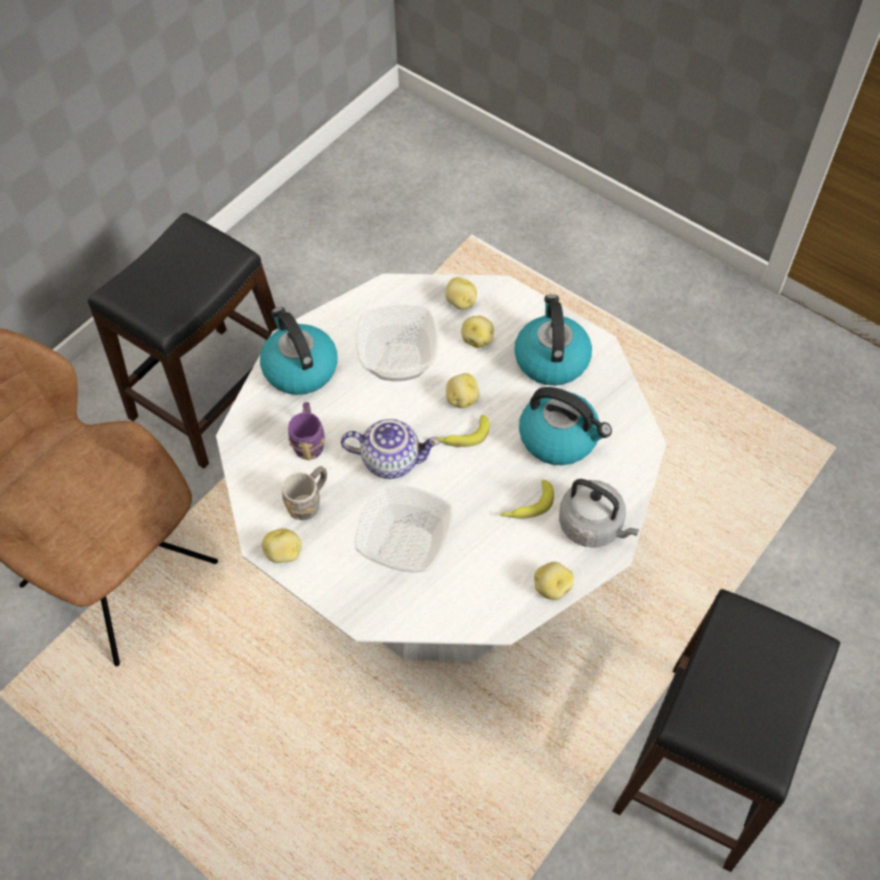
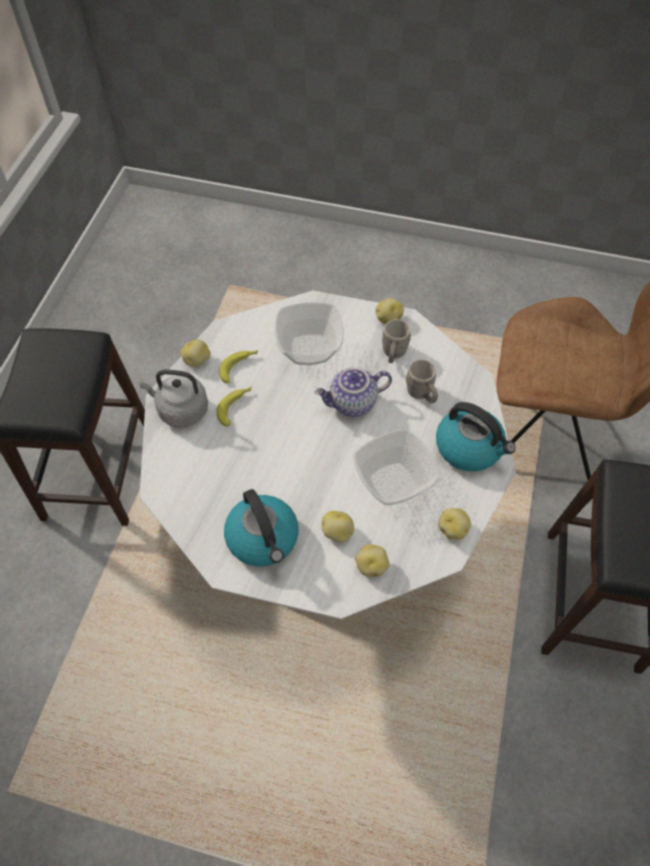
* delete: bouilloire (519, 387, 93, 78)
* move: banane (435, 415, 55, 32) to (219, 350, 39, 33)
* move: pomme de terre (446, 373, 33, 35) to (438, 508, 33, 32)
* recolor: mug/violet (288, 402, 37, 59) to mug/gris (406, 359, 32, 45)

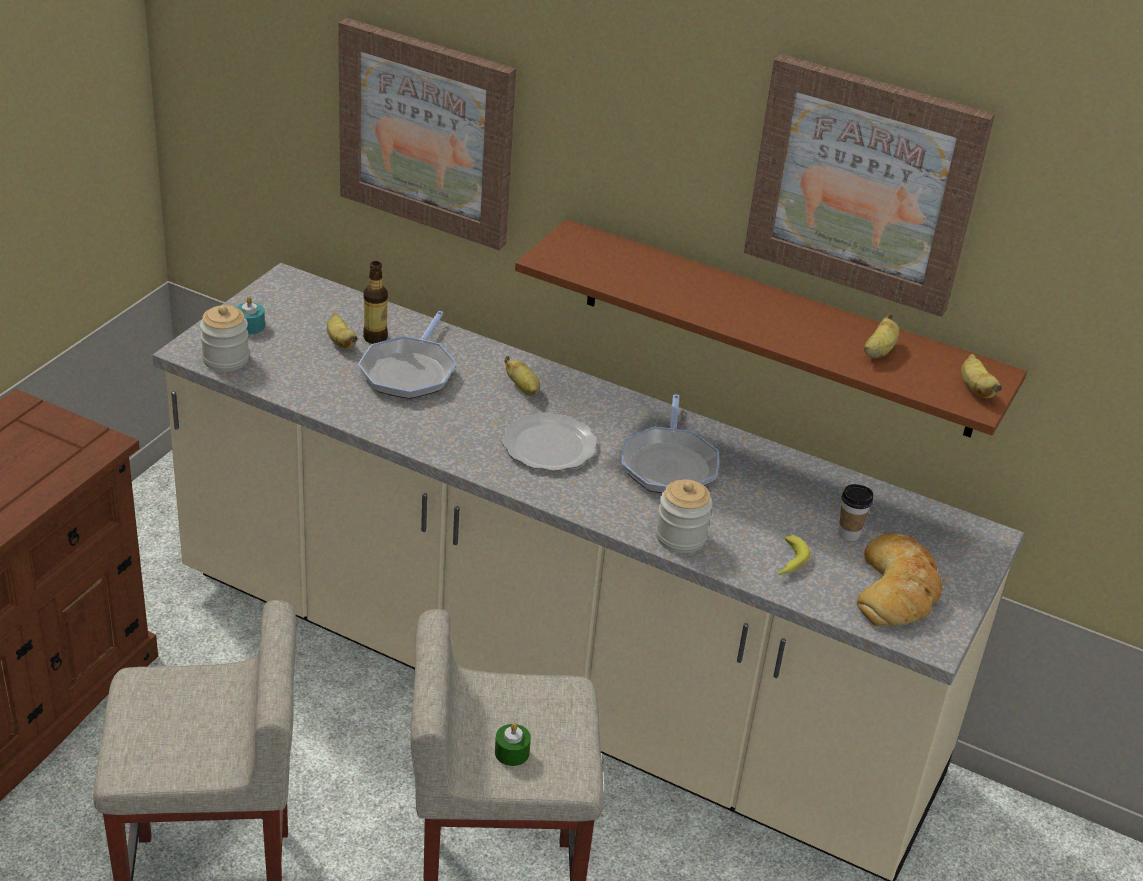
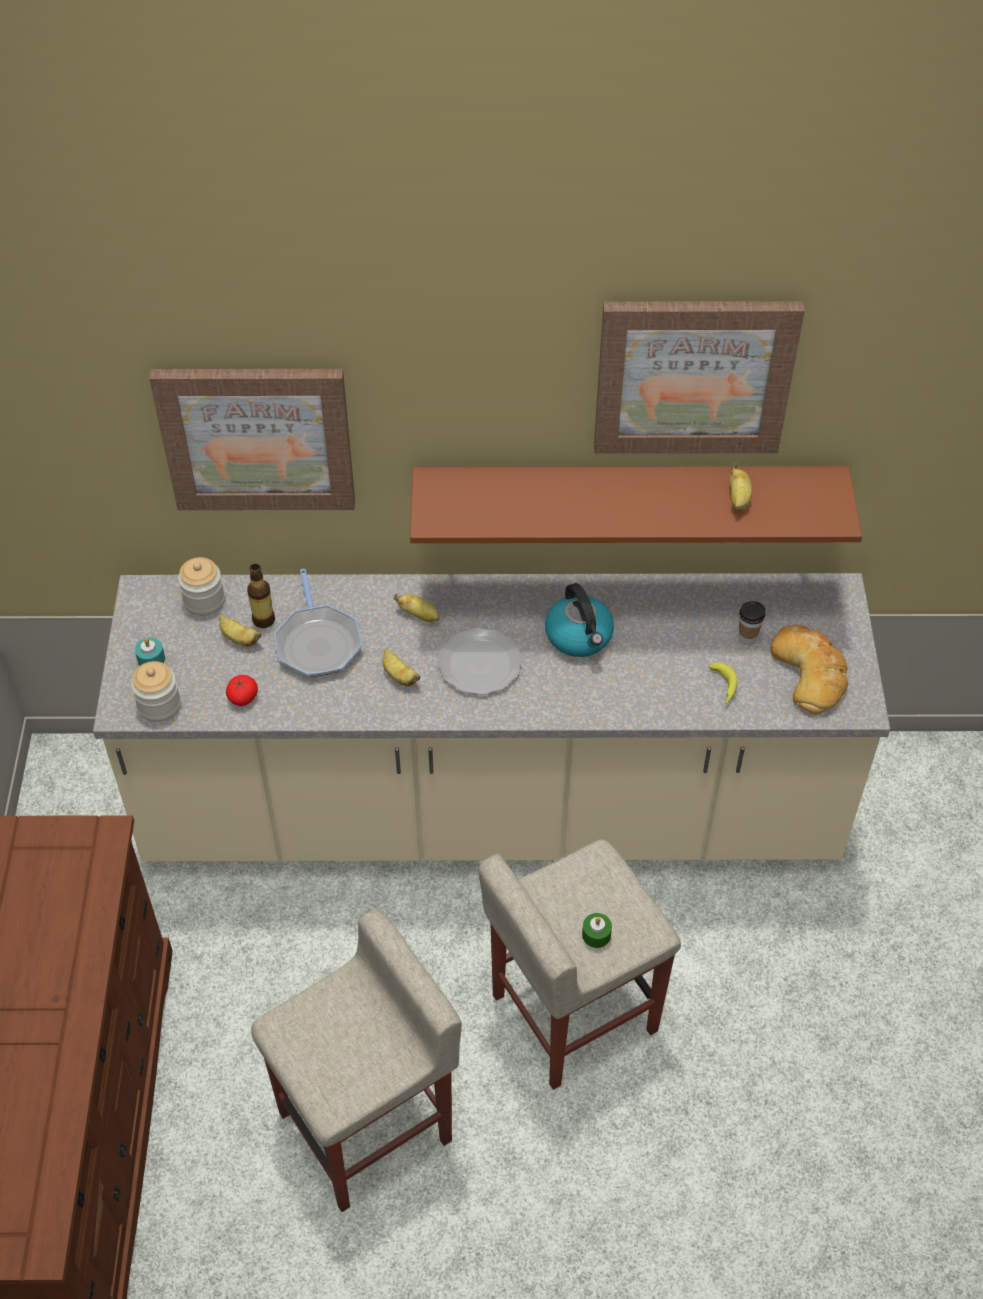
* insert: tomate (226, 675, 32, 31)
* move: bocal (656, 479, 56, 74) to (178, 557, 47, 59)
* move: banane (961, 354, 41, 44) to (382, 648, 38, 38)
* replace: poêle (621, 394, 98, 99) to bouilloire (545, 583, 69, 74)

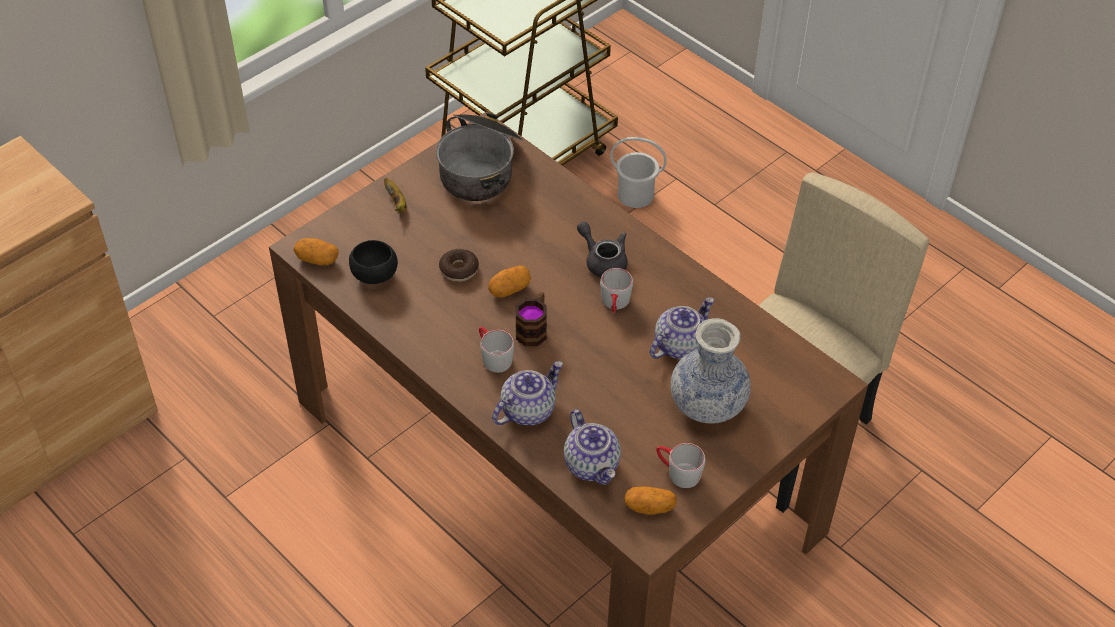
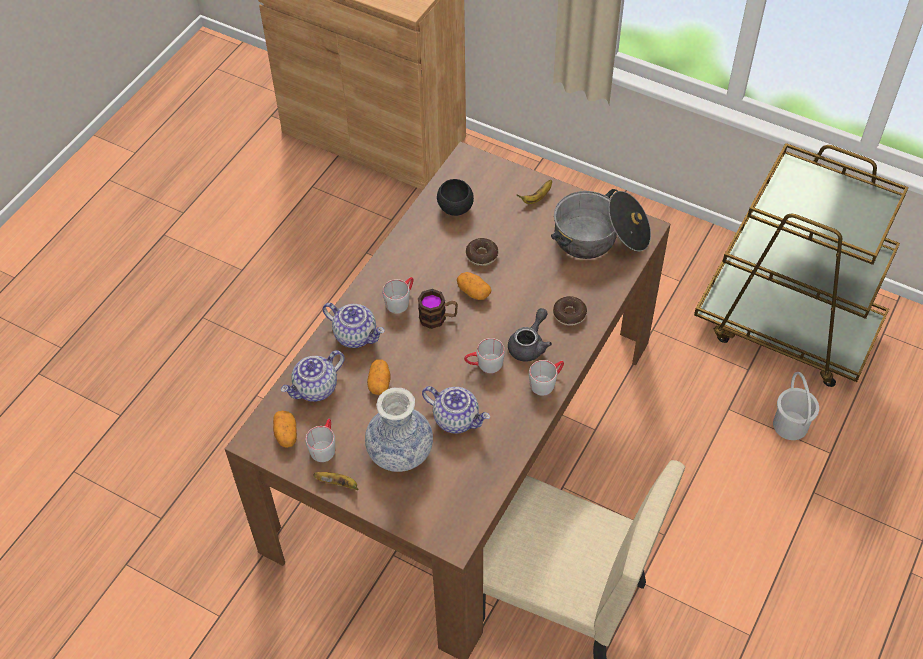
* insert: banane (314, 472, 44, 18)
* insert: mug/gris (529, 360, 35, 36)
* insert: beignet (553, 296, 34, 30)
* move: pomme de terre (293, 238, 46, 27) to (367, 359, 24, 36)

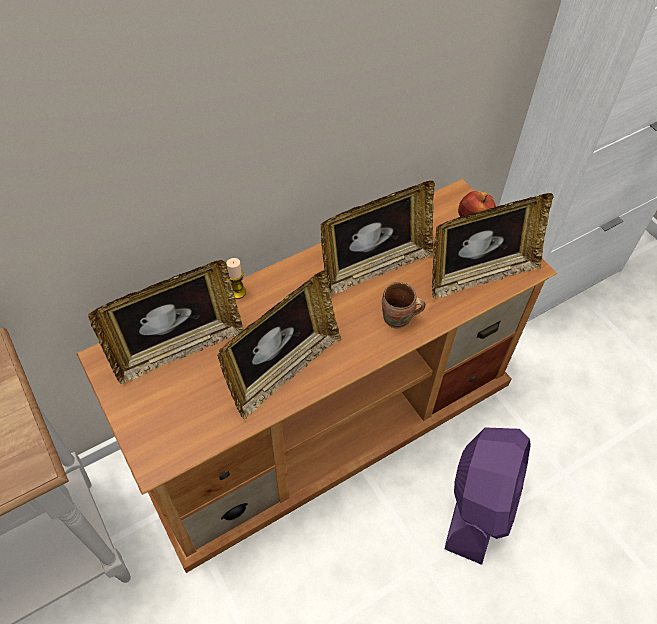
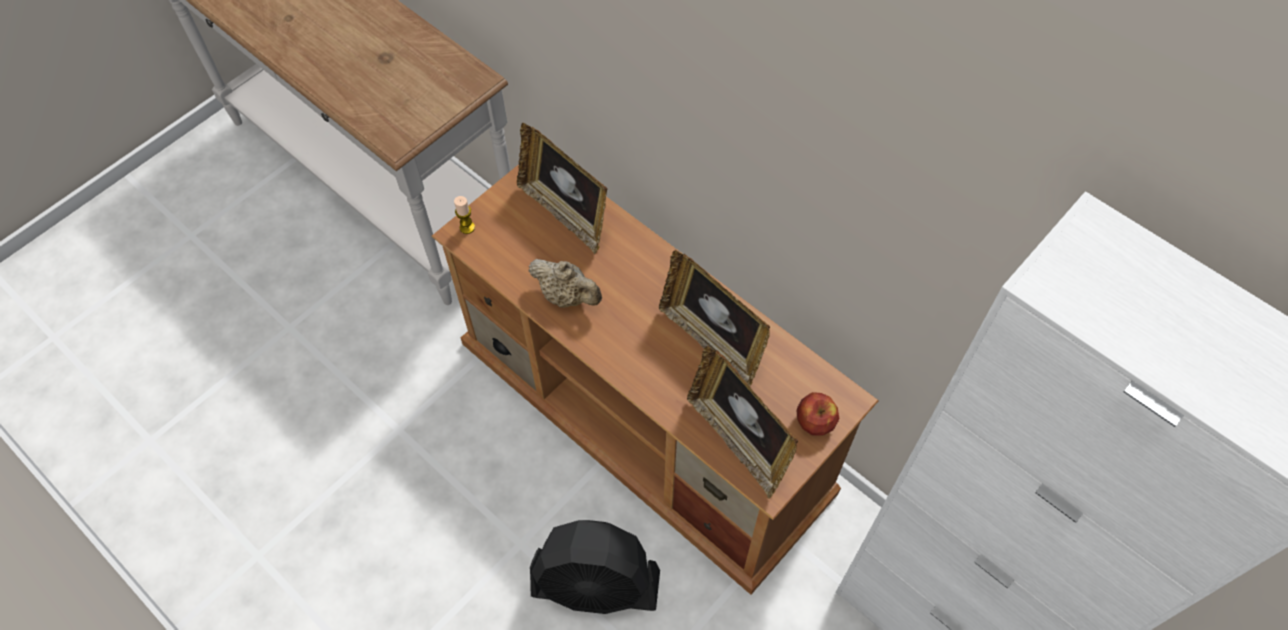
* delete: mug/marron (382, 282, 43, 46)
* move: bougie (226, 258, 20, 41) to (454, 196, 21, 38)
* replace: cadre photo (217, 270, 124, 149) to théière/beige (528, 259, 74, 48)
* recolor: ventilateur/violet (445, 427, 86, 138) to ventilateur/noir (530, 520, 130, 94)

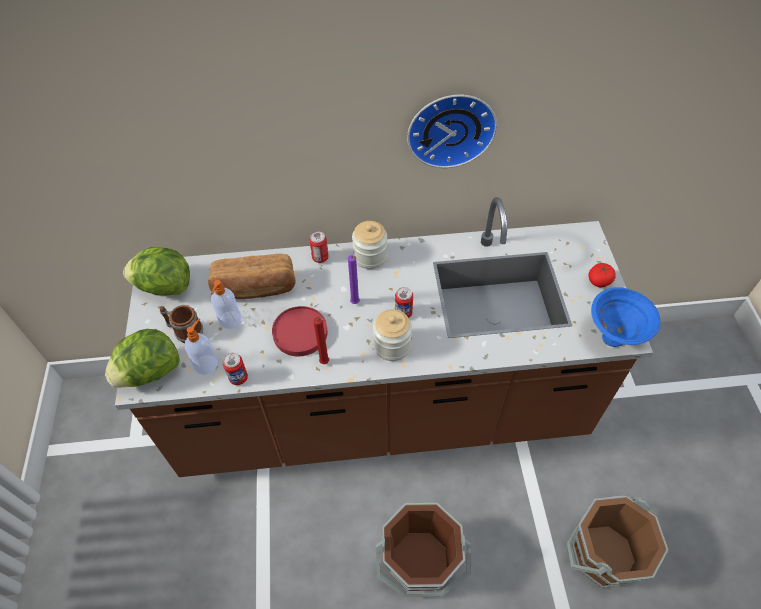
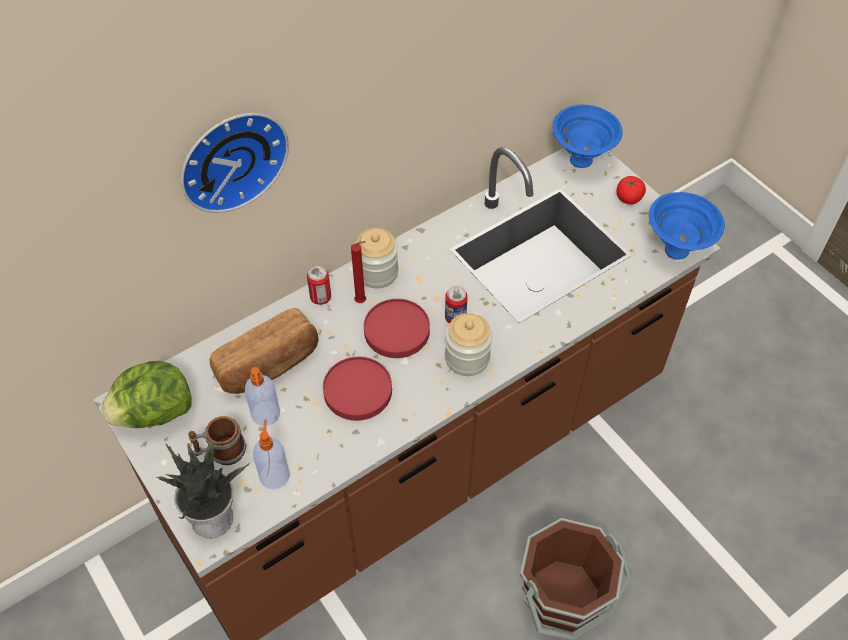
* delete: boîte métallique (223, 353, 25, 32)
* delete: seau/marron (567, 496, 101, 92)
* insert: bol/bleu (552, 105, 70, 63)
* move: bougie/rouge (314, 317, 15, 47) to (351, 241, 15, 62)
* move: horloge murale (407, 95, 90, 73) to (181, 113, 108, 100)
* replace: laitue (105, 329, 75, 59) to plante en pot (157, 442, 93, 96)
* replace: bougie/violet (348, 255, 12, 49) to assiette/rouge (364, 299, 66, 59)

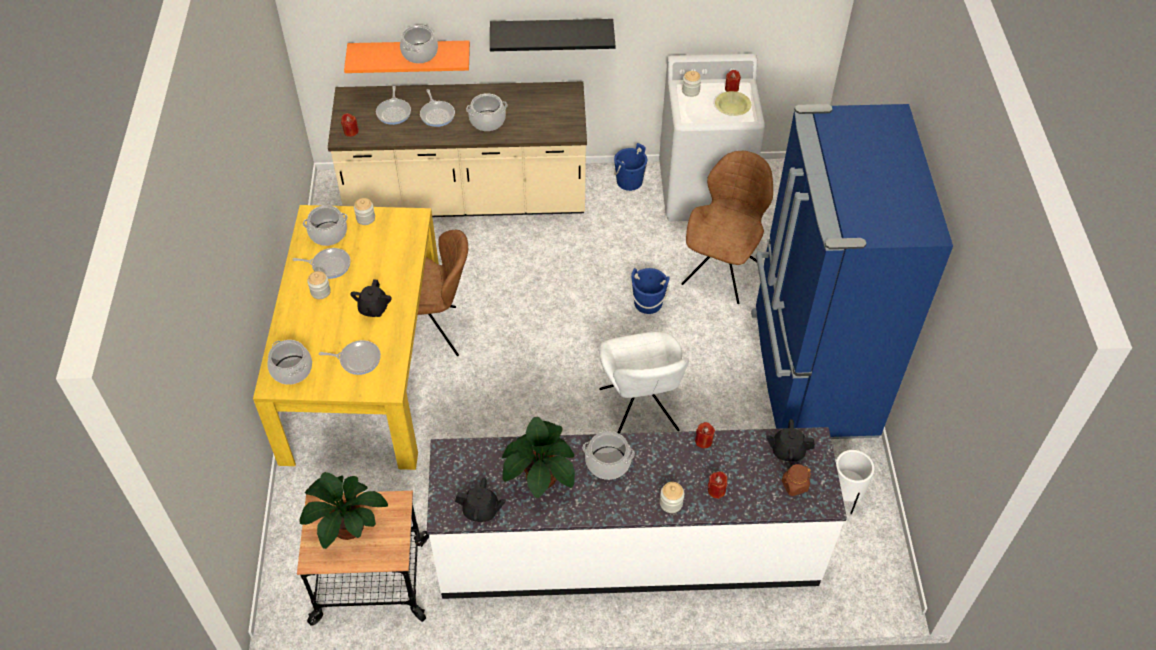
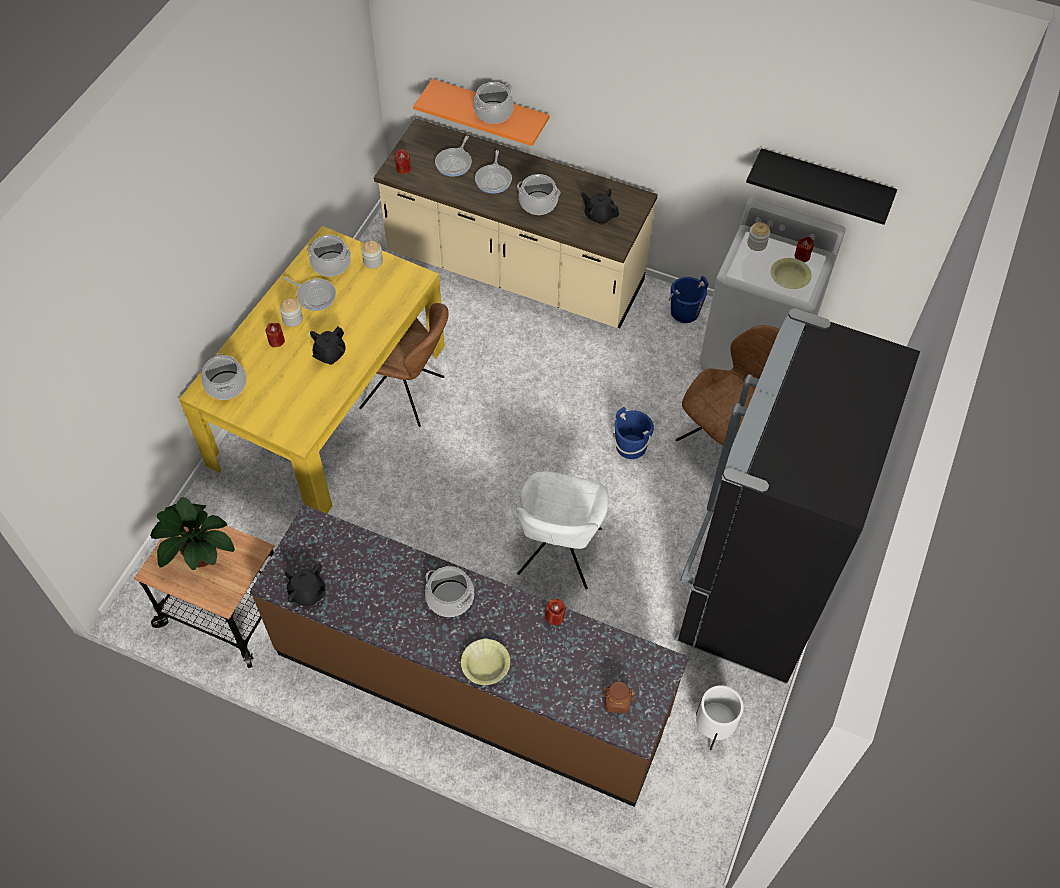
* delete: poêle (319, 340, 62, 35)
* delete: plante en pot (502, 417, 73, 81)
* move: étagère/noir (490, 19, 125, 32) to (746, 148, 151, 77)
* move: bougie/rouge (708, 471, 20, 28) to (265, 323, 20, 25)
* move: théière/noir (766, 419, 49, 42) to (581, 189, 38, 36)
* replace: bocal (660, 482, 24, 31) to bol/jaune (461, 639, 49, 46)
* recolor: comptoir de cuisine/blanc (427, 427, 420, 172) to comptoir de cuisine/marron (250, 505, 439, 302)
* recolor: réfrigérateur/bleu (751, 104, 202, 335) to réfrigérateur/noir (673, 308, 247, 376)

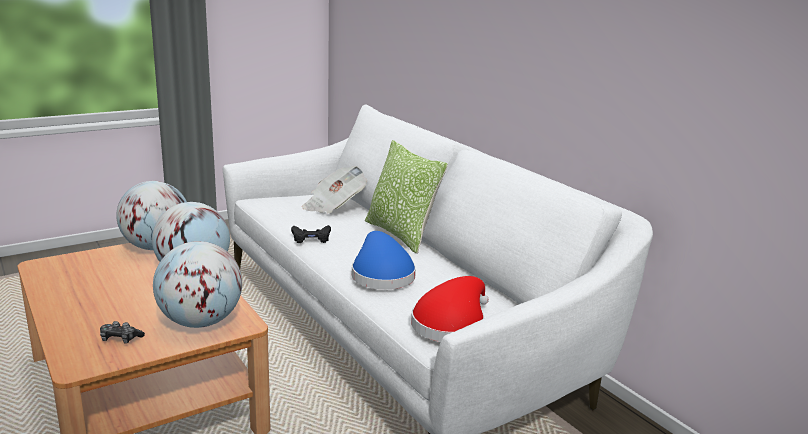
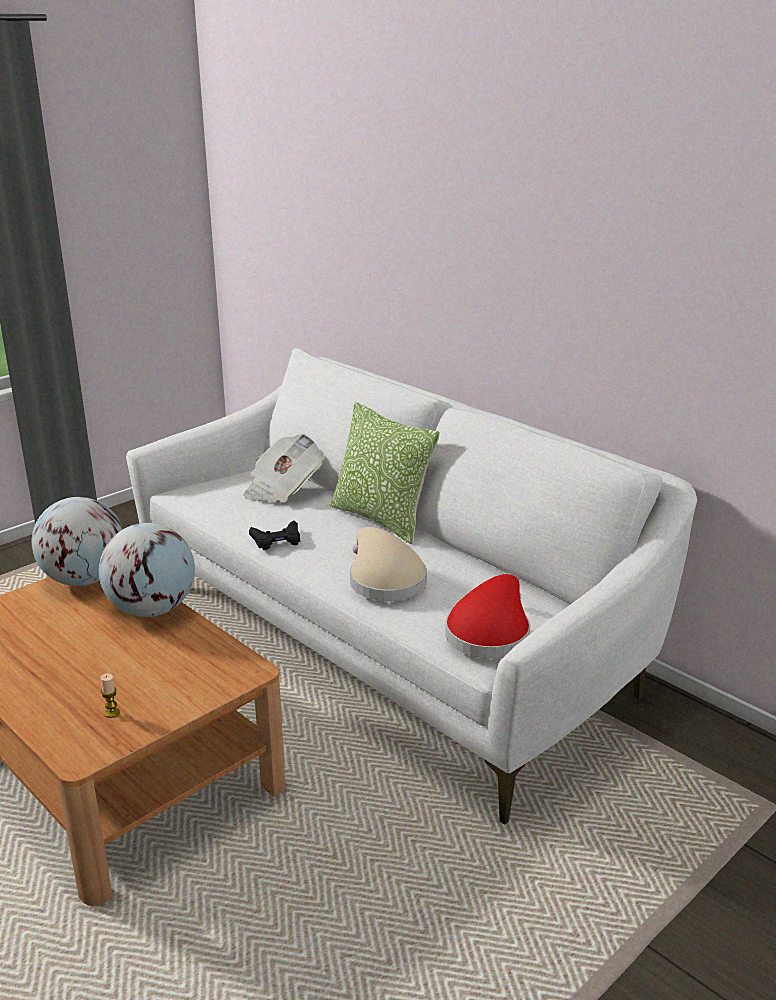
* delete: globe (153, 241, 89, 87)
* replace: manette (100, 321, 45, 22) to bougie (100, 673, 20, 45)
* recolor: chapeau/bleu (352, 231, 64, 59) to chapeau/beige (350, 527, 77, 74)

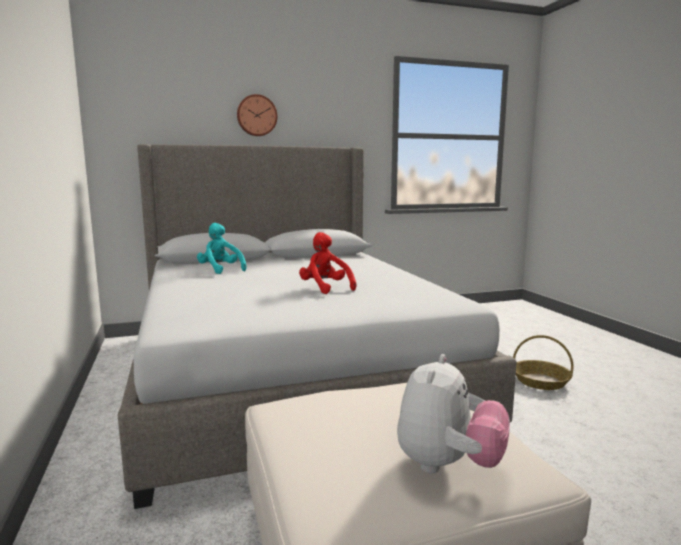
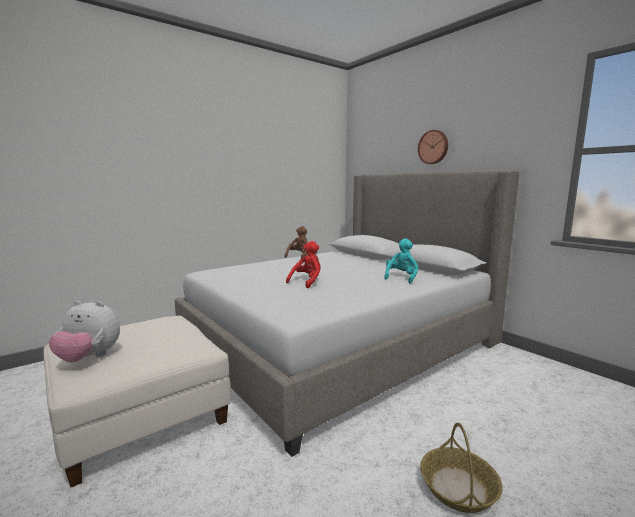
* insert: peluche/marron (285, 226, 23, 33)
* move: peluche/turquoise (197, 223, 50, 51) to (384, 238, 34, 45)

